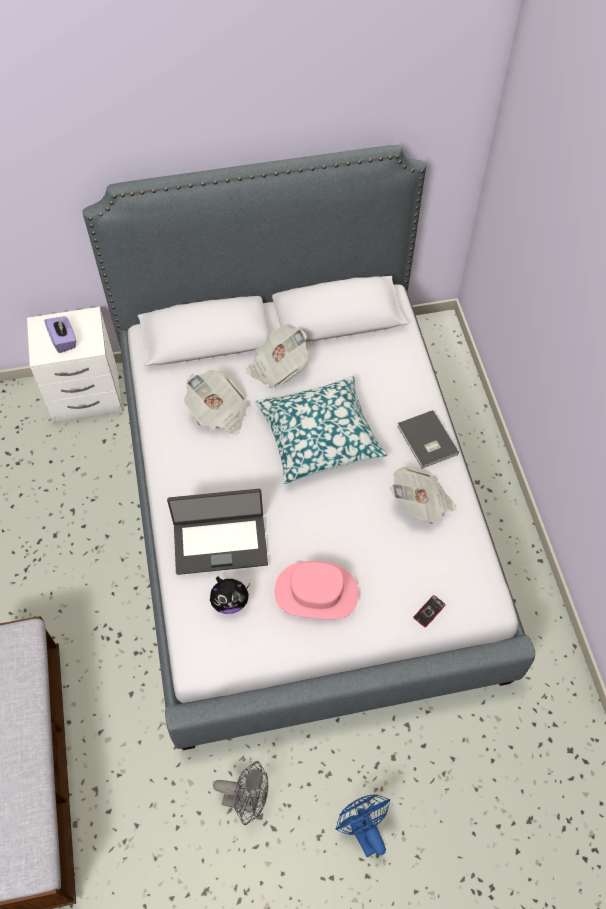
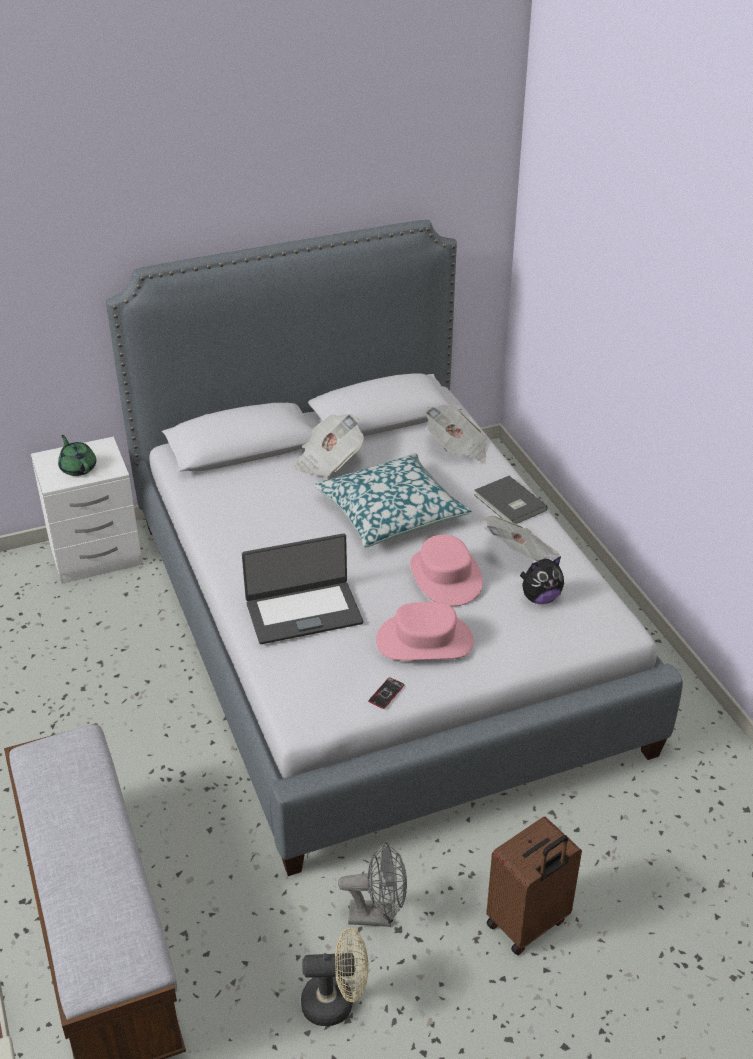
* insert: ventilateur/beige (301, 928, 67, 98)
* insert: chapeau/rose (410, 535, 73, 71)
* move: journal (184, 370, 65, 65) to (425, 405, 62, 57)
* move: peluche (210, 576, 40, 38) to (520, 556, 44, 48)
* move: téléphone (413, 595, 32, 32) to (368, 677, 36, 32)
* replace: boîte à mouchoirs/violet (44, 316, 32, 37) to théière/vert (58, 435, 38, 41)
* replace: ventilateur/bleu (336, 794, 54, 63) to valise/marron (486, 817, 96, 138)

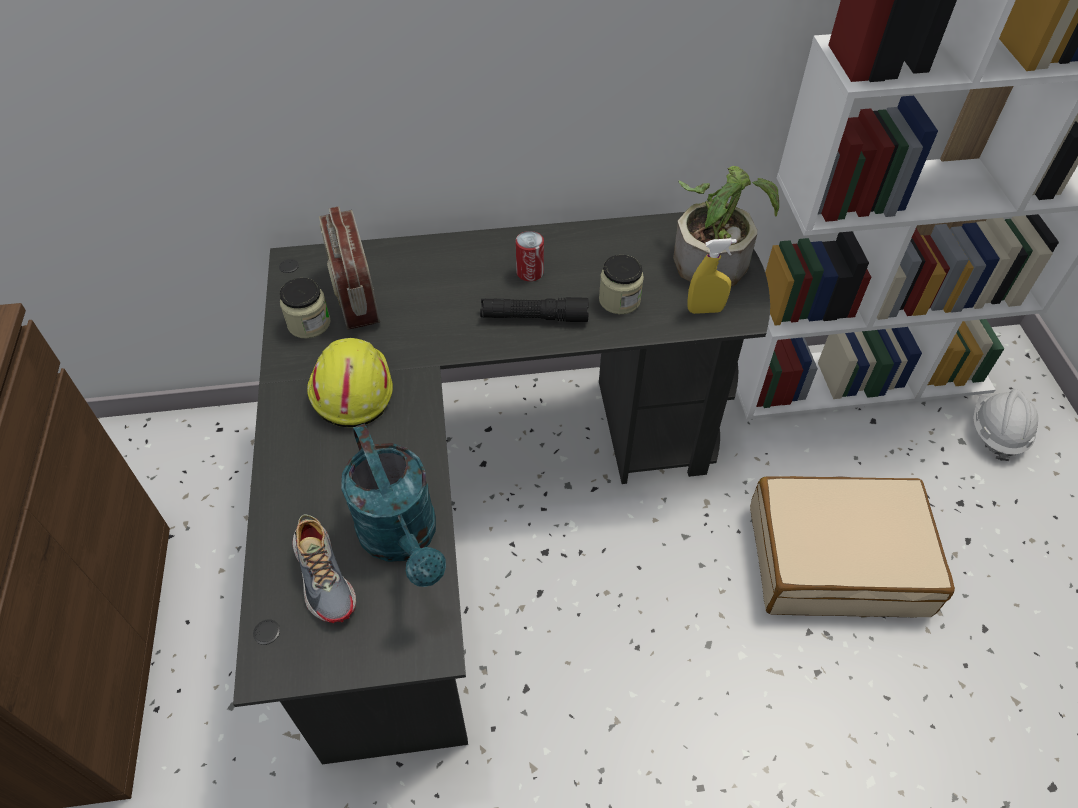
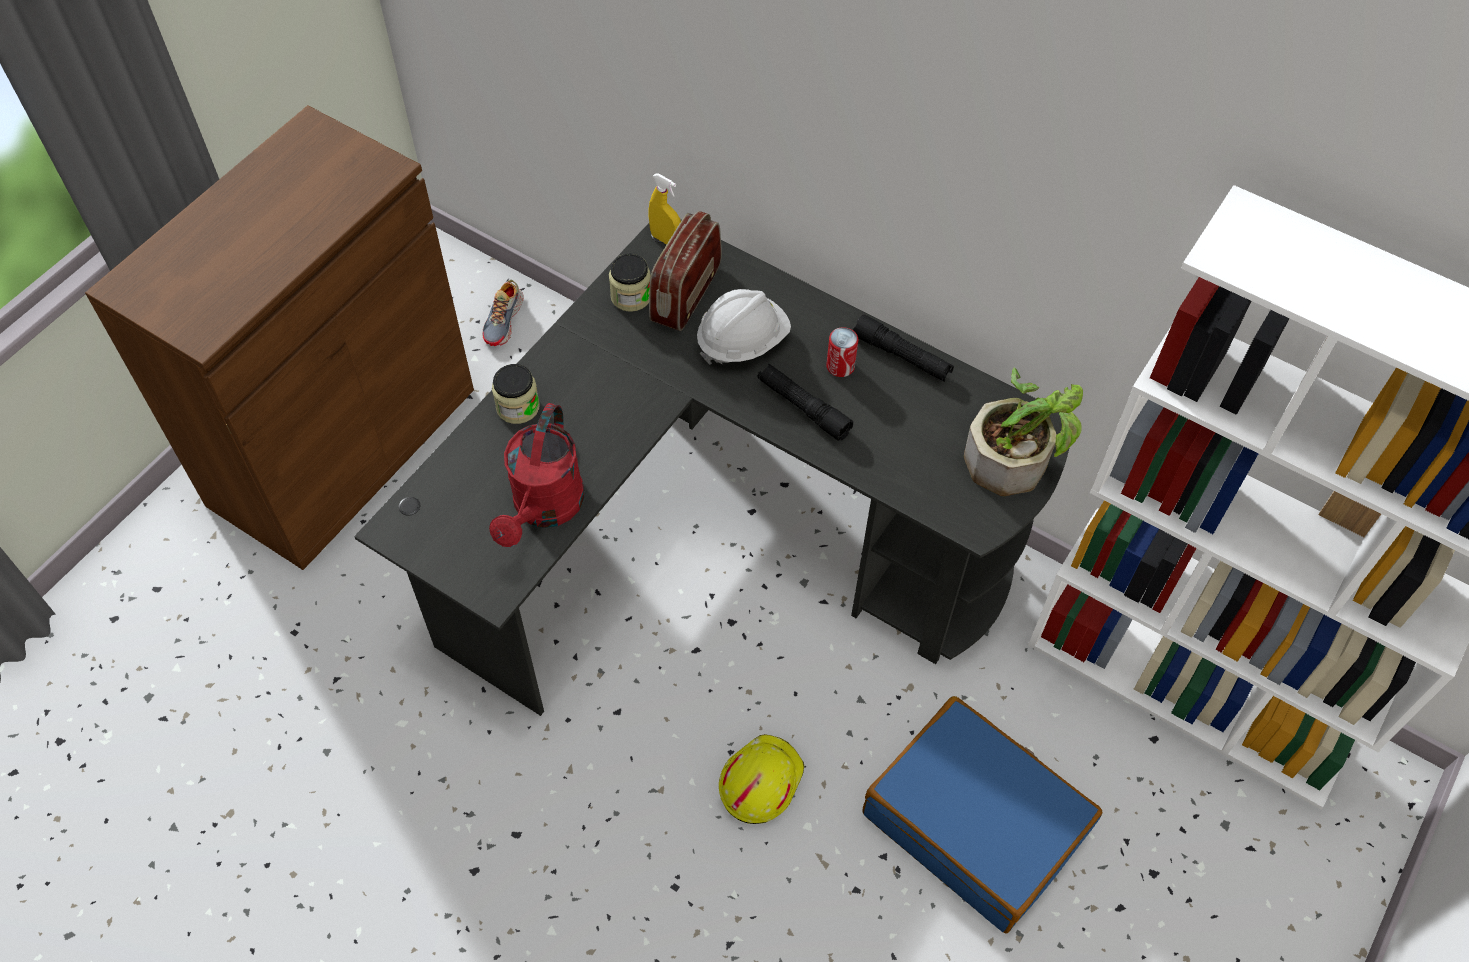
* insert: lampe de poche/noir (853, 315, 101, 67)
* move: chaussure (293, 515, 63, 108) to (482, 280, 42, 66)
* move: casque de chantier/jaune (307, 338, 86, 89) to (719, 734, 85, 90)
* move: bocal (599, 255, 45, 59) to (492, 364, 48, 60)
* move: vaporisateur/jaune (687, 238, 50, 76) to (649, 173, 32, 71)
* move: casque de chantier/blanc (973, 389, 65, 72) to (697, 289, 94, 76)
* recolor: arrosoir/turquoise (341, 424, 105, 163) to arrosoir/rouge (489, 403, 95, 144)
* recolor: valise/beige (750, 476, 205, 141) to valise/bleu (862, 696, 240, 237)

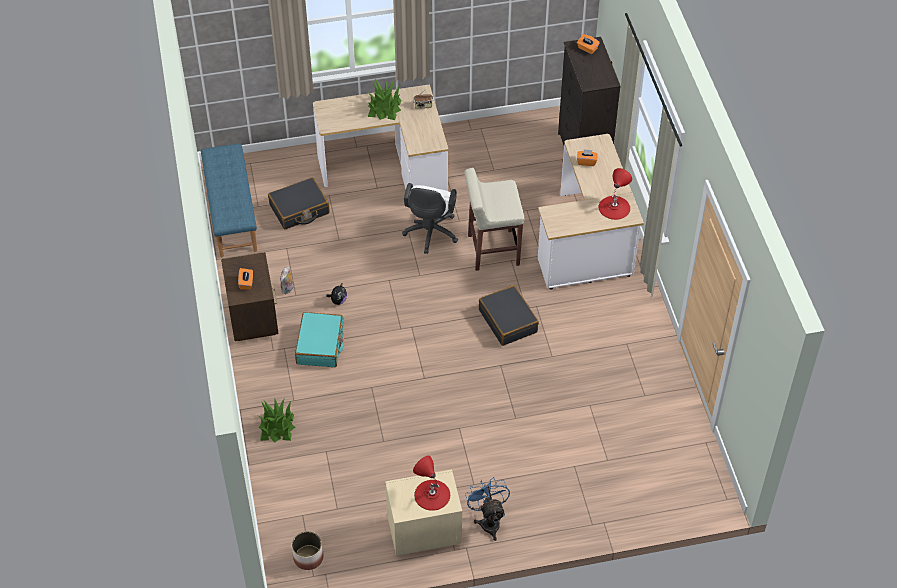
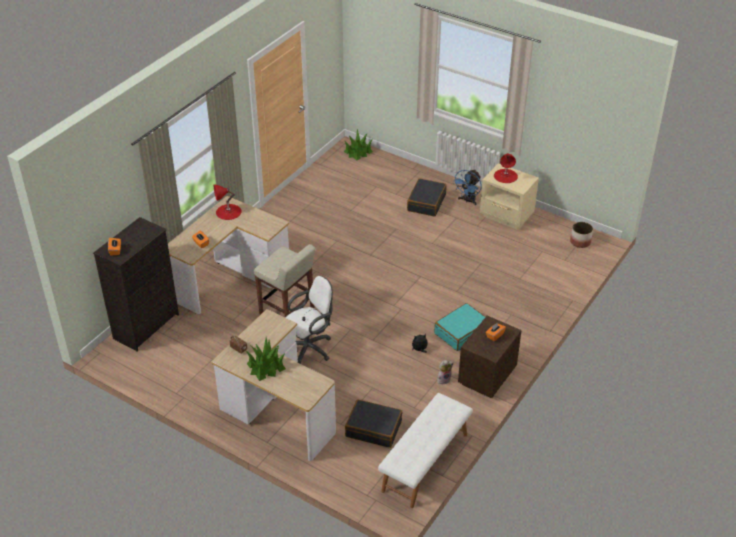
* move: plante en pot (258, 397, 37, 46) to (344, 129, 29, 31)
* move: valise/noir (479, 285, 60, 61) to (407, 178, 40, 39)
* recolor: banc/bleu (201, 144, 56, 113) to banc/blanc (378, 393, 95, 115)

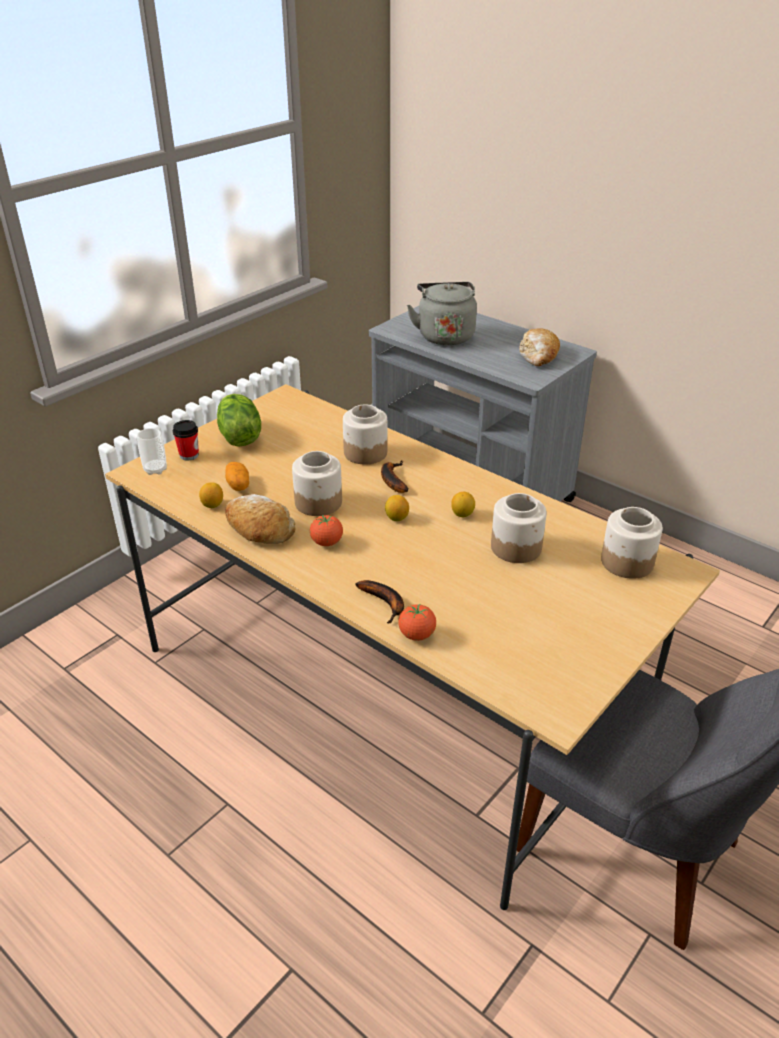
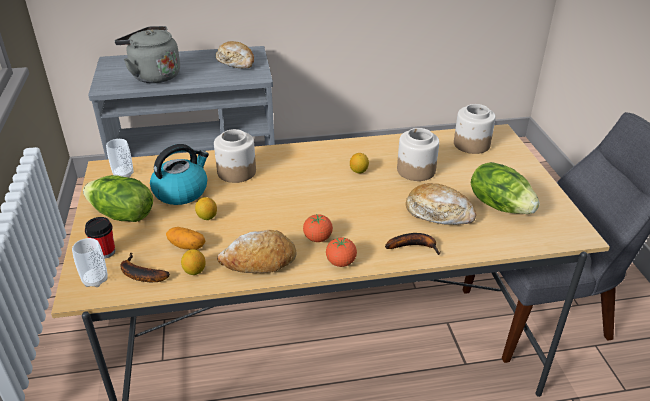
* delete: bocal (292, 451, 50, 65)
* insert: tasse (106, 139, 27, 39)
* insert: bouilloire (150, 144, 59, 61)
* insert: pain (406, 183, 70, 42)
* insert: laitue (471, 162, 69, 52)
* move: banane (381, 460, 28, 33) to (120, 253, 50, 29)
* move: citron (385, 495, 24, 26) to (195, 197, 22, 23)
* move: tomate (398, 604, 38, 37) to (326, 237, 31, 30)

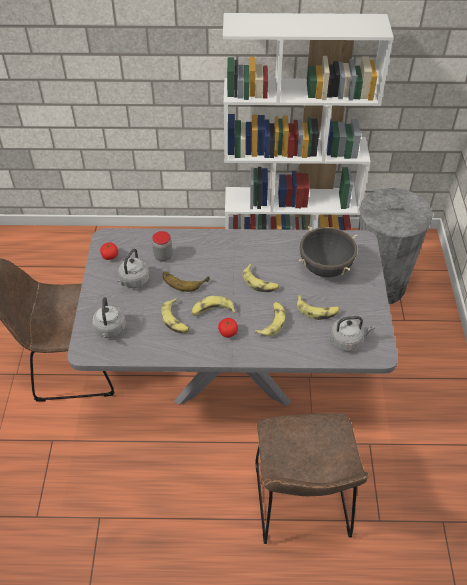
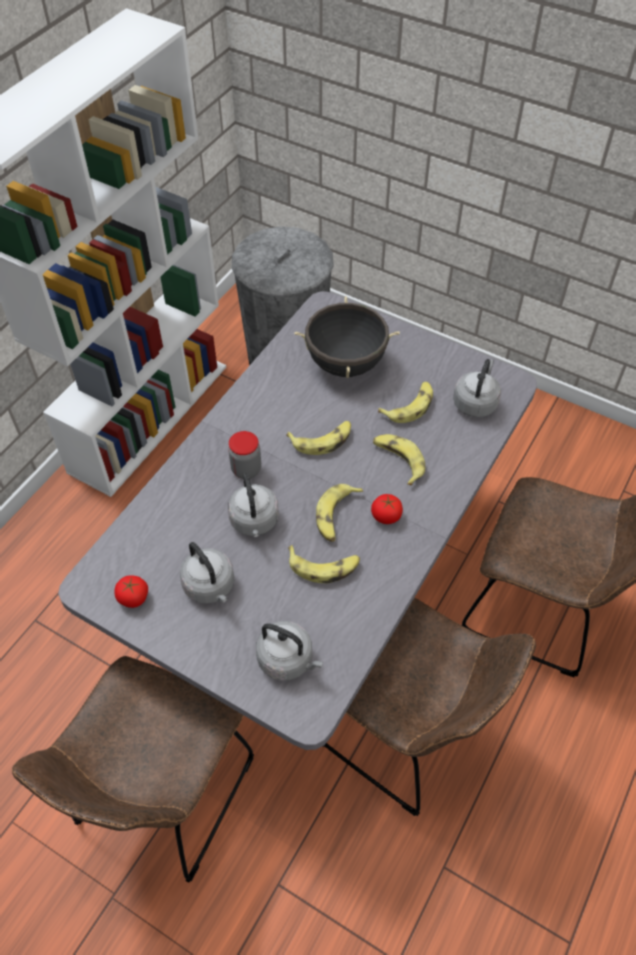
* insert: chaise/marron (322, 597, 214, 219)
* move: bocal (152, 231, 21, 30) to (228, 431, 33, 48)
* replace: banane (162, 272, 48, 20) to bouilloire/gris (228, 474, 51, 63)

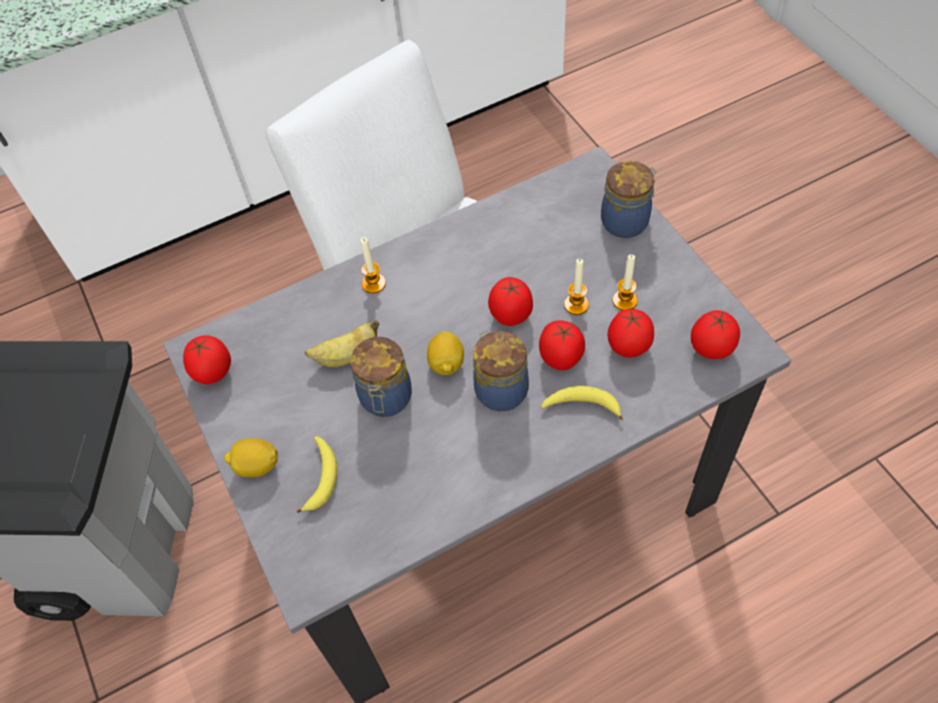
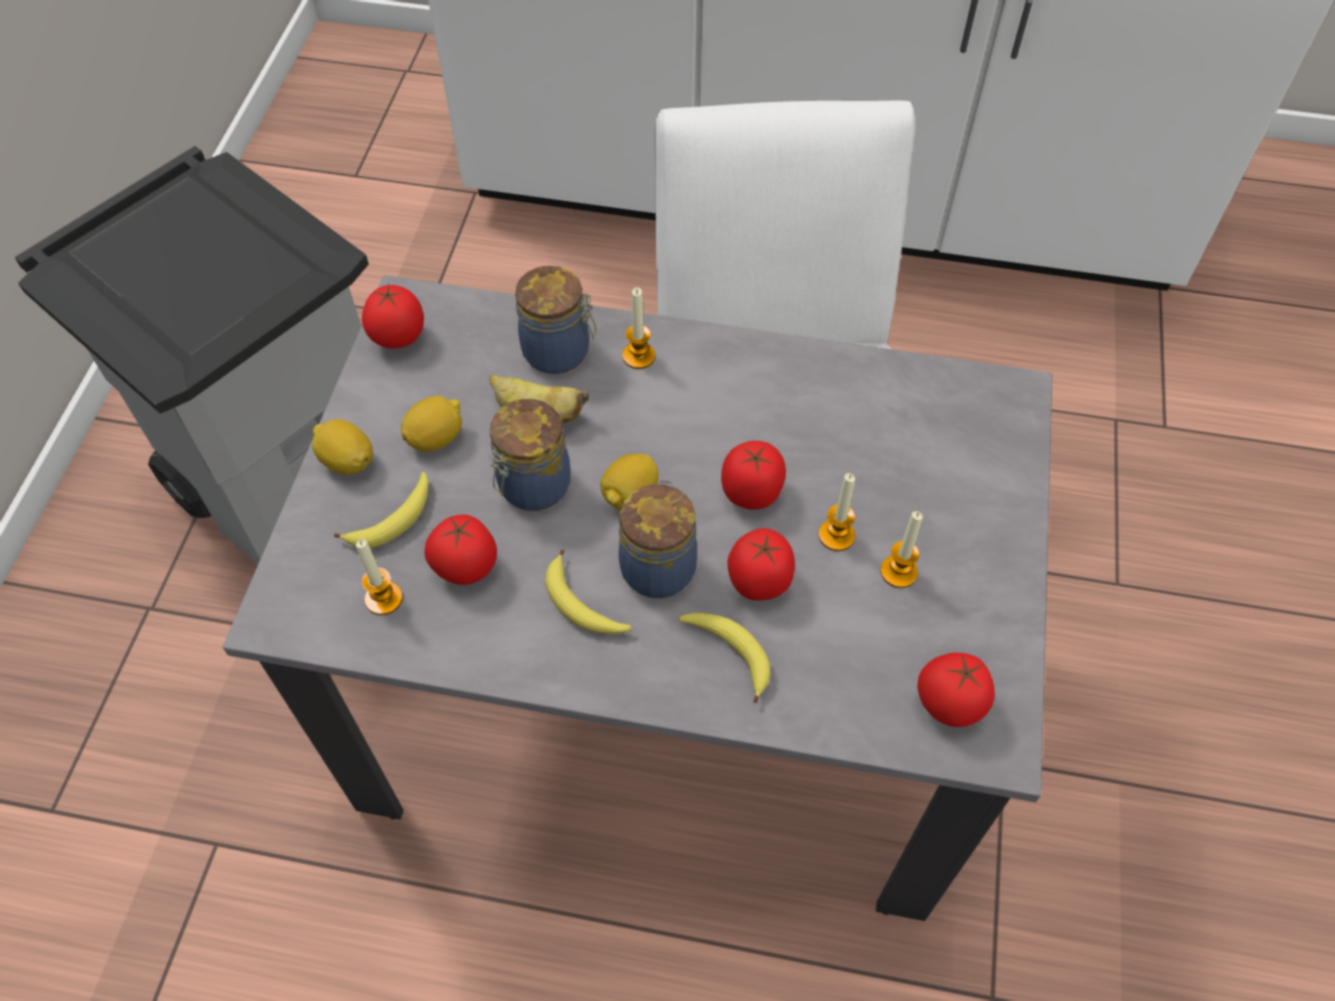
* insert: bougie (356, 539, 47, 76)
* insert: citron (401, 396, 61, 56)
* insert: banane (545, 549, 86, 85)
* move: bocal (601, 161, 56, 77) to (515, 266, 81, 108)
* move: tomate (608, 308, 46, 50) to (424, 514, 73, 71)

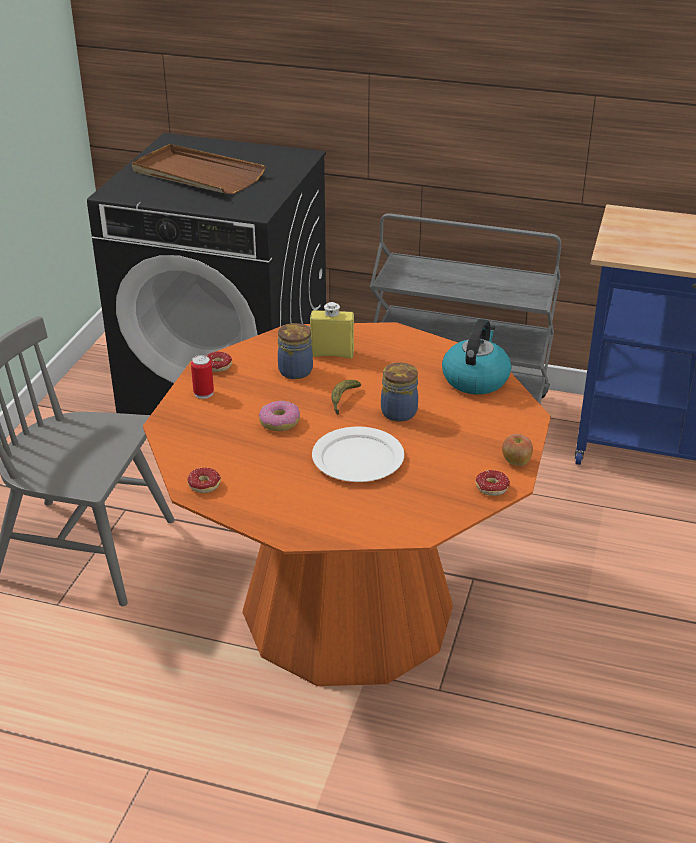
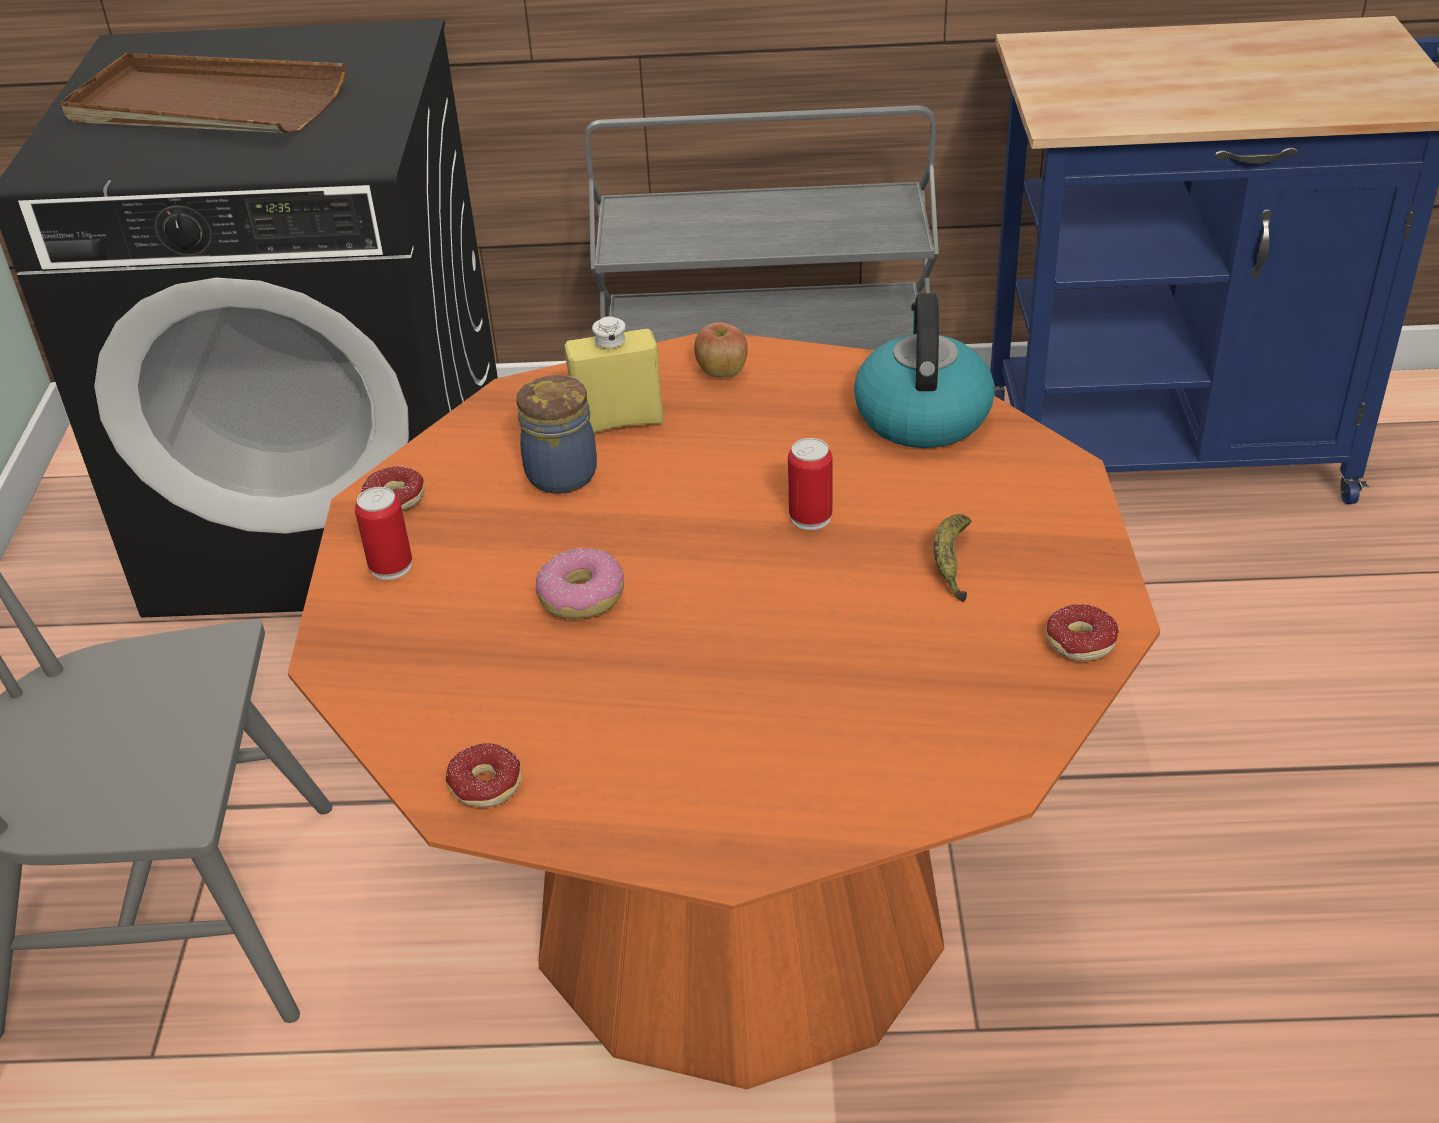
* delete: assiette/blanc (312, 427, 92, 55)
* move: banane (331, 380, 30, 35) to (933, 514, 39, 89)
* move: pomme (502, 434, 31, 32) to (694, 322, 54, 55)
* replace: bocal (381, 363, 37, 59) to boîte métallique (788, 438, 45, 92)

